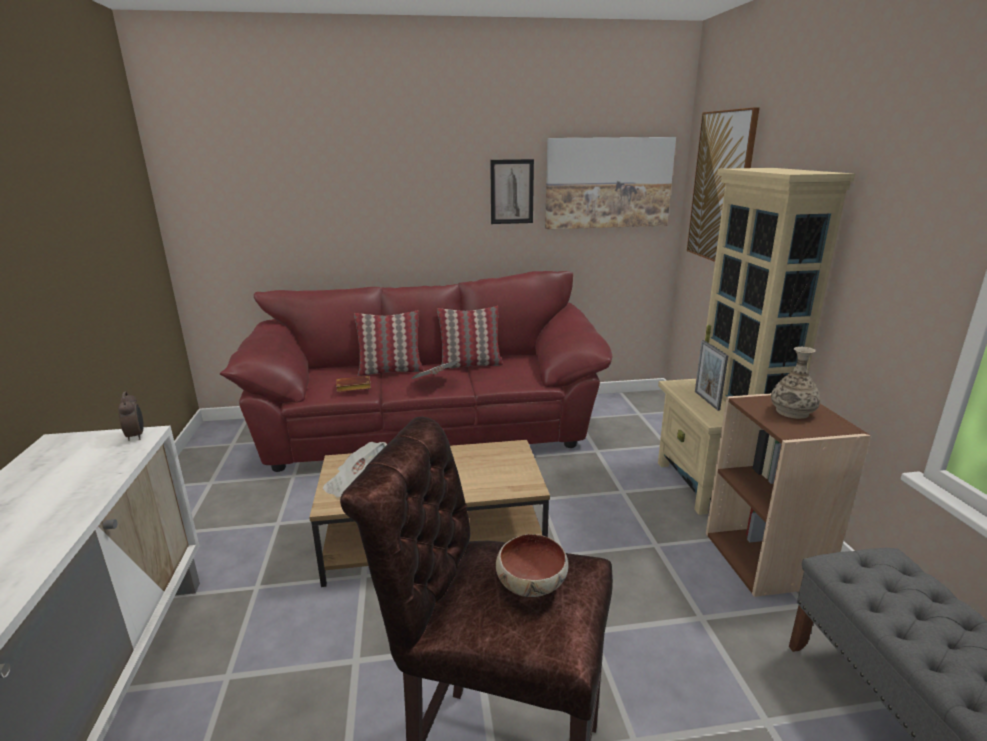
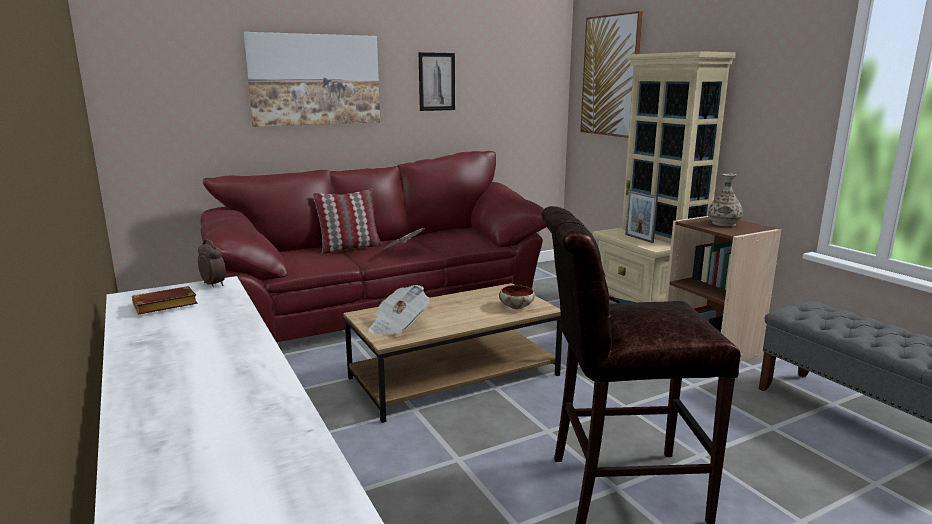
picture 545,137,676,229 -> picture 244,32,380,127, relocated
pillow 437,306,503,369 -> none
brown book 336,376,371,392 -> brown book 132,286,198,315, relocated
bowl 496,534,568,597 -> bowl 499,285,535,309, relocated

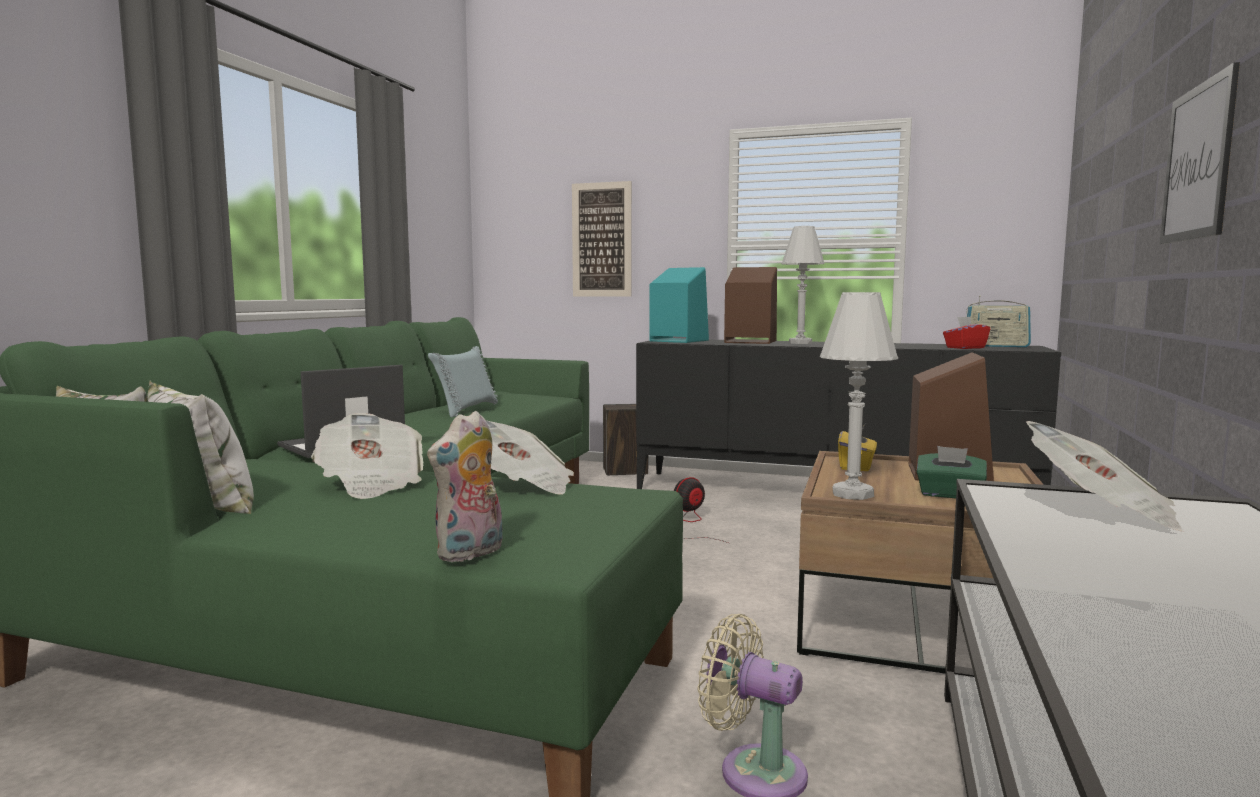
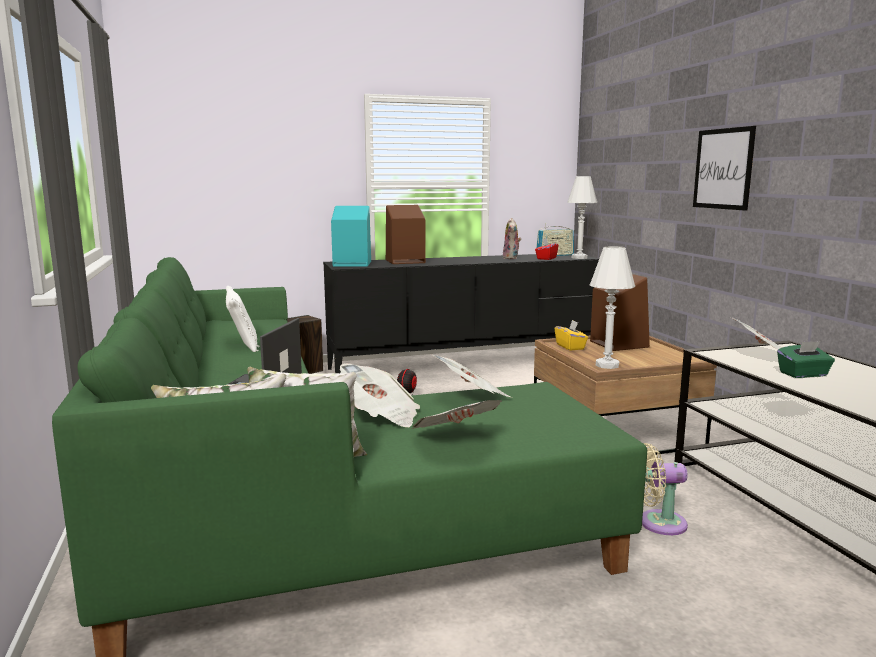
picture 572,181,632,297 -> none
white table lamp 781,226,825,344 -> white table lamp 567,176,597,259, relocated
blue pillow 428,346,498,417 -> white pillow 226,286,260,352
plush toy 427,411,503,562 -> plush toy 503,218,521,259, relocated
green tissue box 917,446,987,498 -> green tissue box 777,341,835,378, relocated
none -> newspaper 412,400,502,429

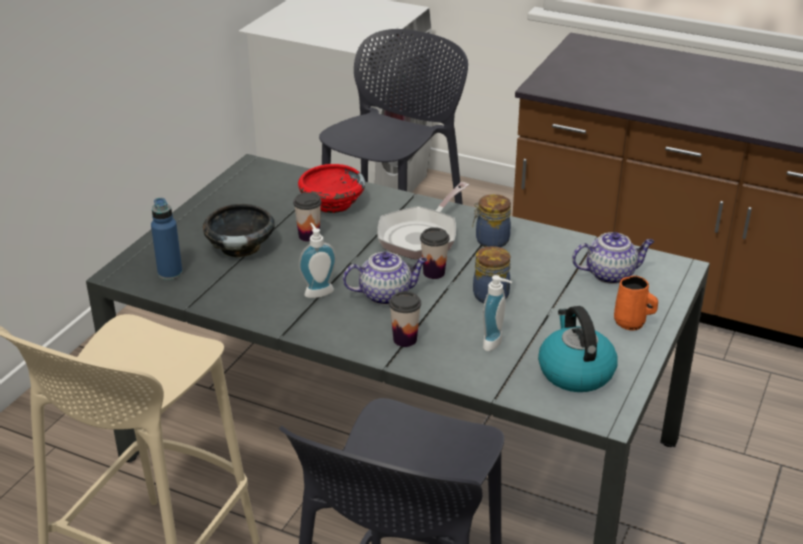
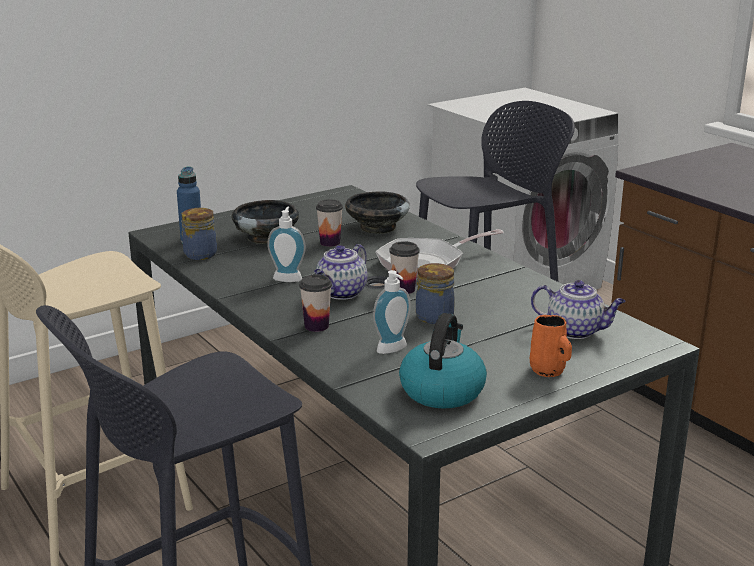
red bowl 298,164,365,213 -> black bowl 345,191,410,234
jar 472,194,511,248 -> jar 181,208,217,260, relocated
teapot 343,252,427,305 -> teapot 314,244,367,300, 105 degrees clockwise

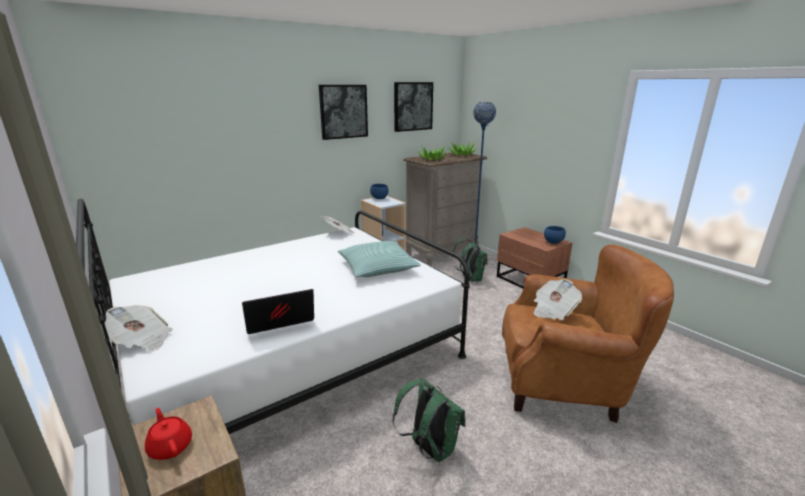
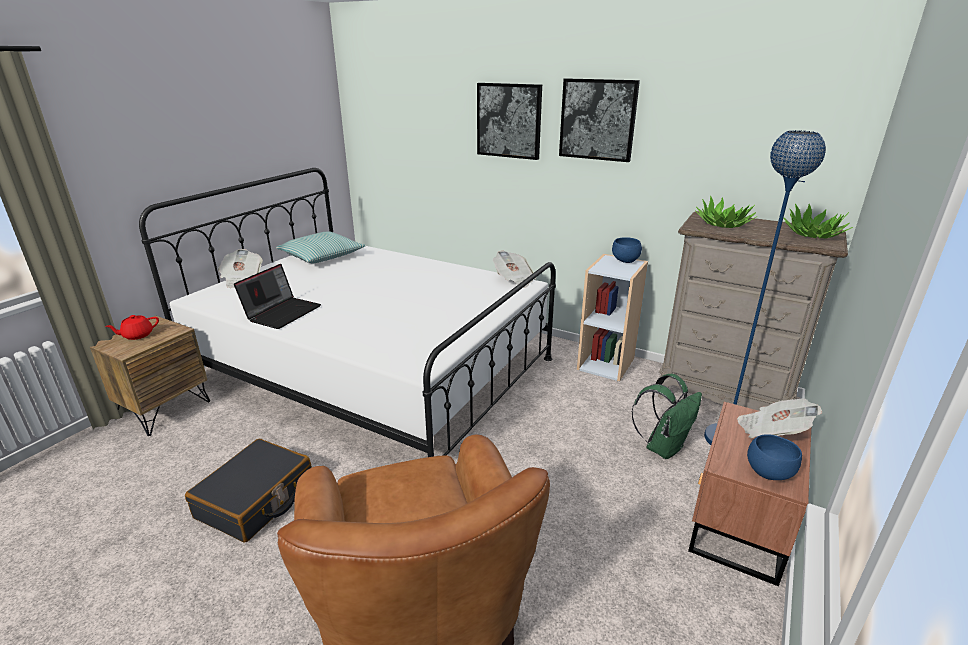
picture 394,82,433,132 -> picture 477,83,542,160, relocated
pillow 338,241,421,277 -> pillow 276,231,365,263, relocated
newspaper 534,279,582,320 -> newspaper 737,398,822,438, relocated
laptop 242,289,314,334 -> laptop 234,264,321,329, 75 degrees clockwise
green backpack 393,378,466,462 -> black suitcase 185,439,312,543
red teapot 145,408,192,460 -> red teapot 105,315,159,340, 150 degrees counterclockwise

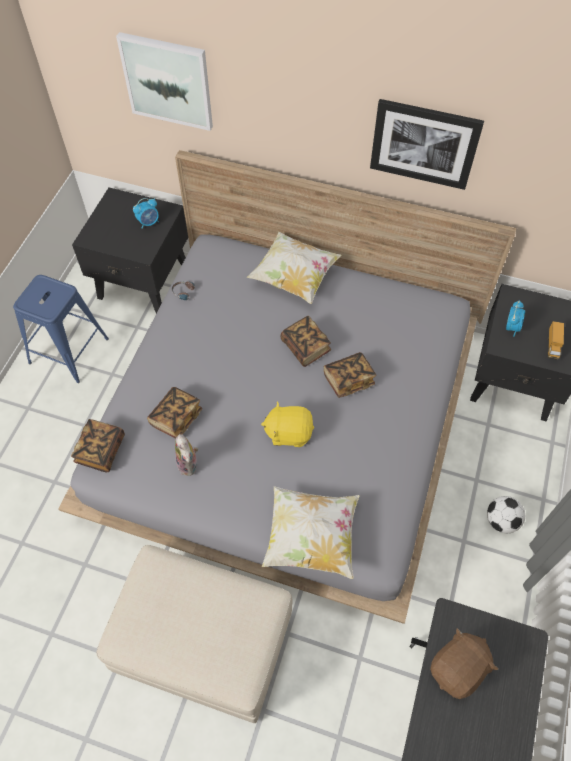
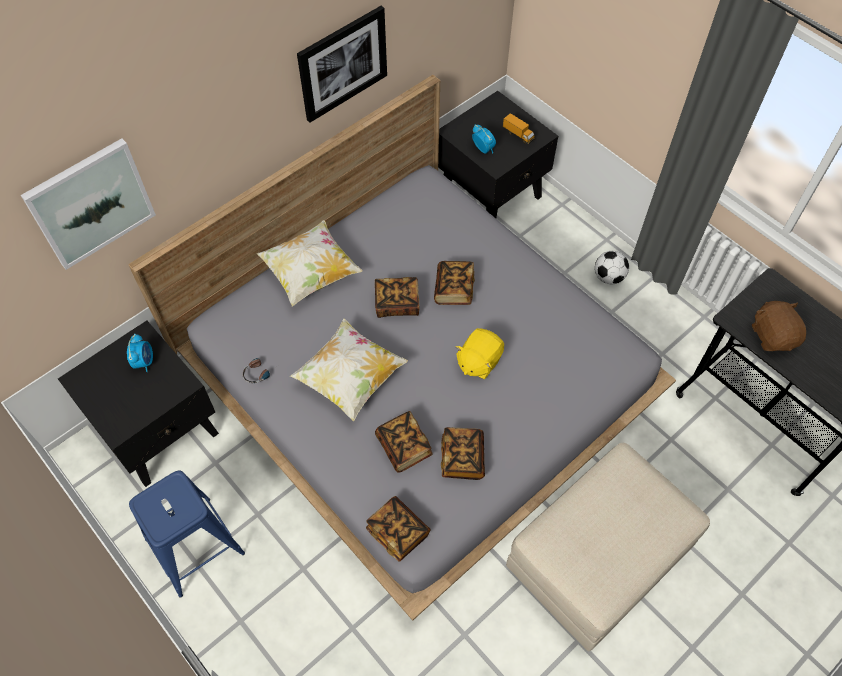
plush toy 175,434,198,476 -> book 441,427,485,480
pillow 262,486,359,579 -> pillow 290,319,408,422, relocated

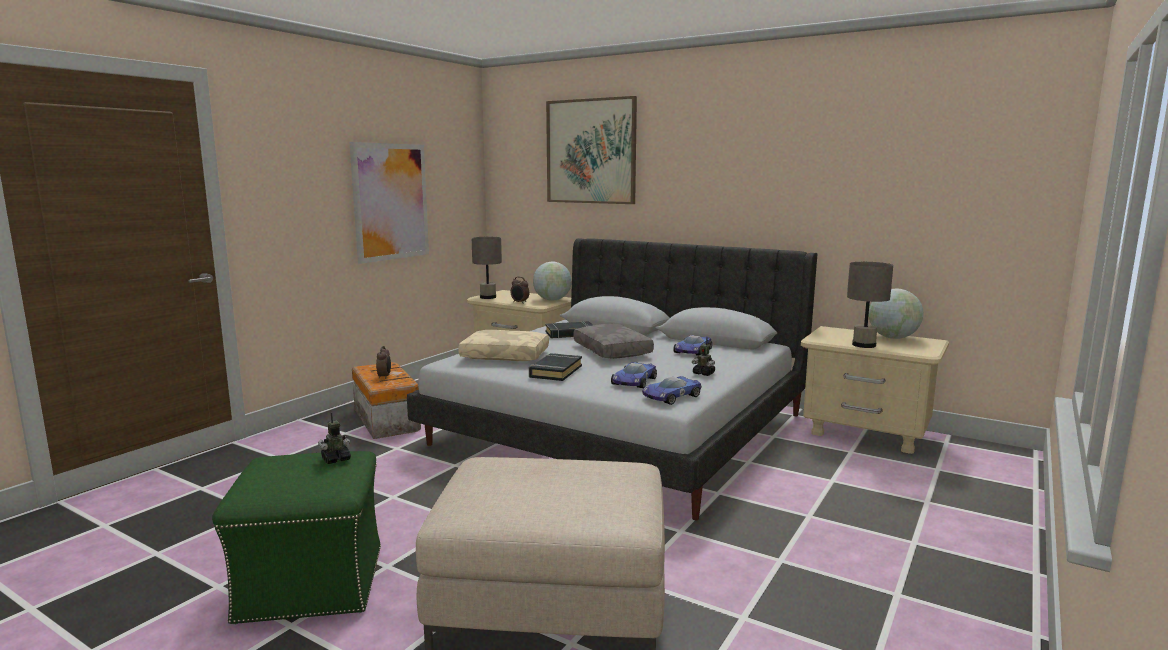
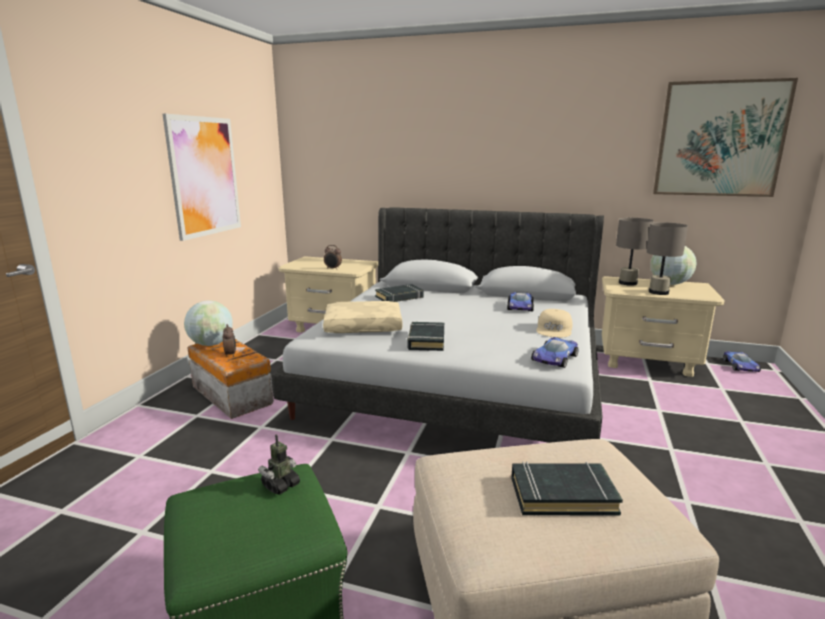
picture 546,96,637,204 -> picture 653,78,798,197, relocated
grey table lamp 472,237,502,299 -> grey table lamp 616,218,654,286, relocated
globe 533,262,572,301 -> globe 184,300,233,346, relocated
grey pillow 573,324,654,359 -> none
toy robot 692,337,715,376 -> beige cap 536,309,573,337
toy car 611,362,657,388 -> toy car 723,351,761,372, relocated
none -> black book 511,462,623,515

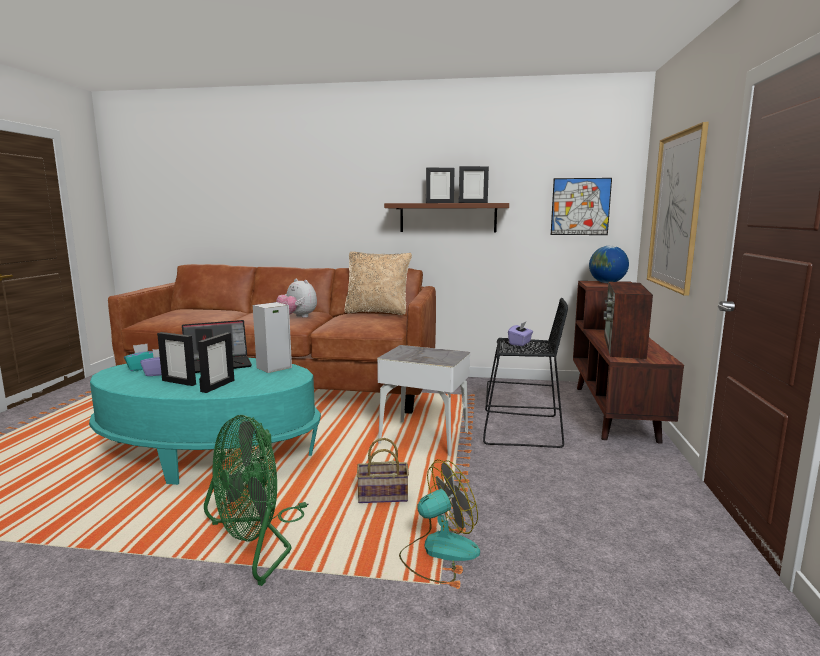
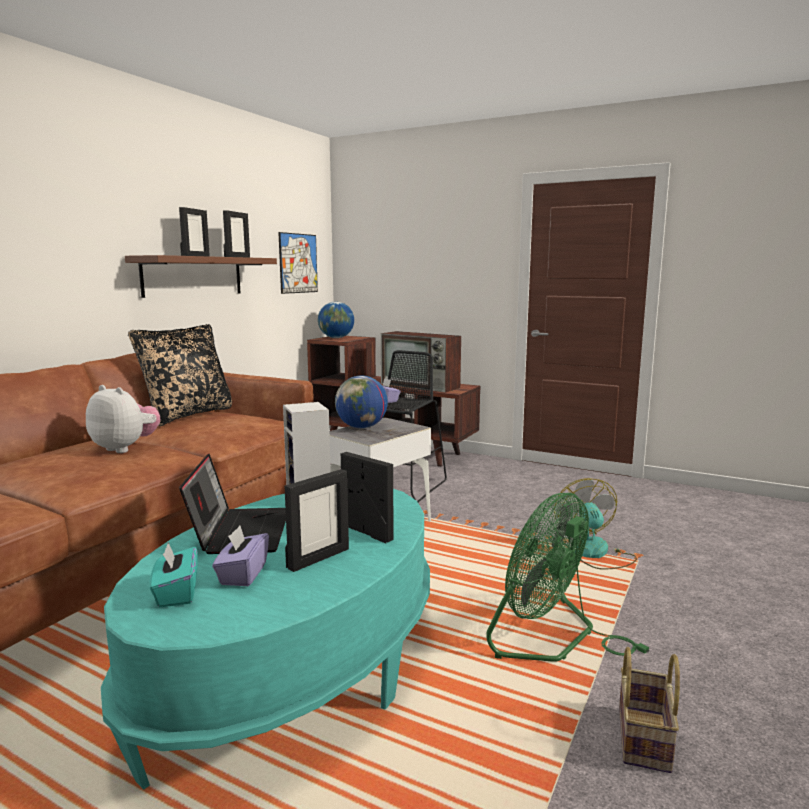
picture 647,122,709,296 -> none
beige pillow 345,251,412,315 -> black pillow 128,324,232,426
plush toy 276,279,317,318 -> plush toy 86,385,160,453, 120 degrees counterclockwise
green fan 204,415,308,586 -> green fan 486,493,650,662, 150 degrees clockwise
basket 357,438,409,503 -> basket 619,647,680,773, relocated
none -> globe 335,375,388,428

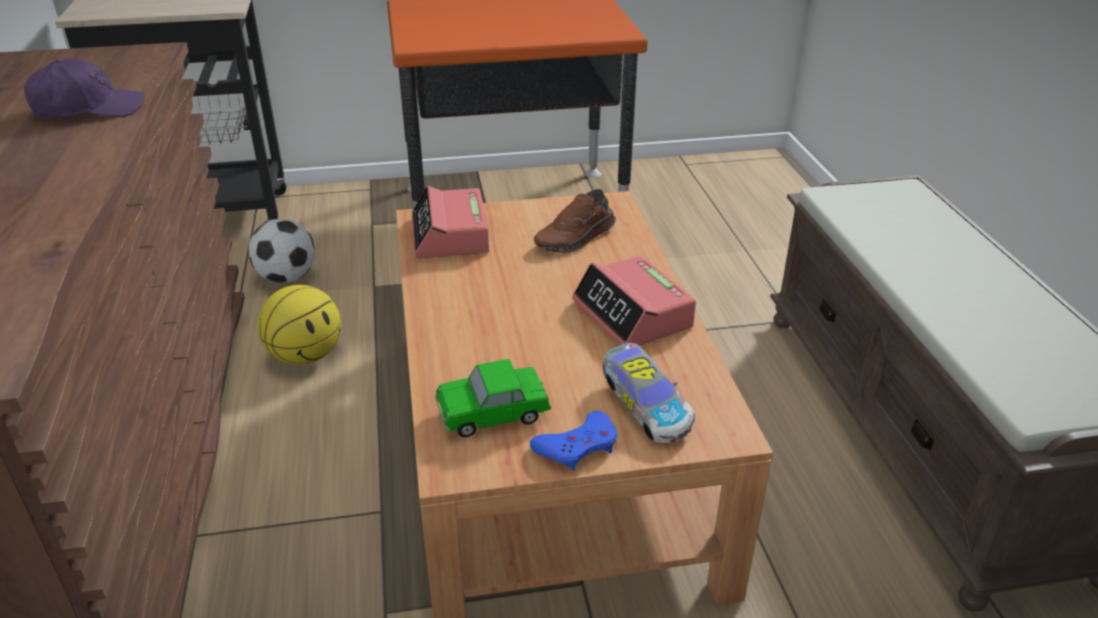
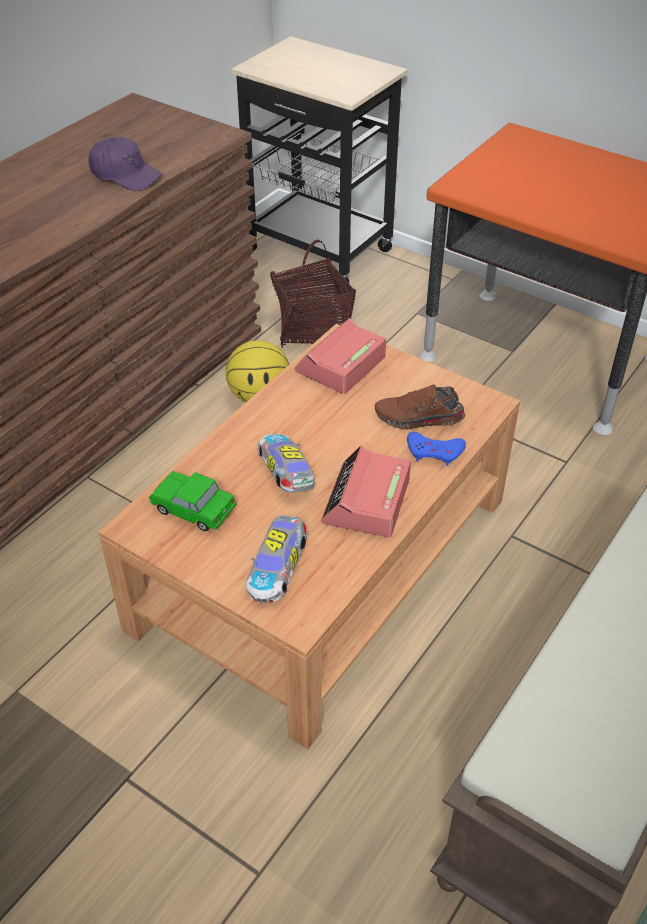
football 248,219,315,283 -> basket 270,240,356,348
blue game controller 530,411,617,470 -> blue game controller 407,432,466,466, relocated
none -> toy car 257,434,315,493

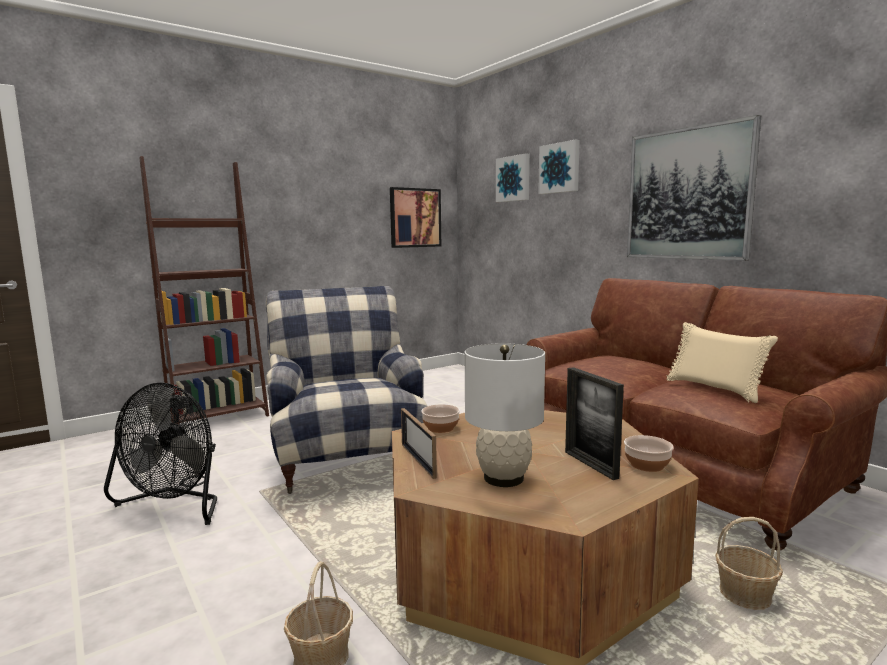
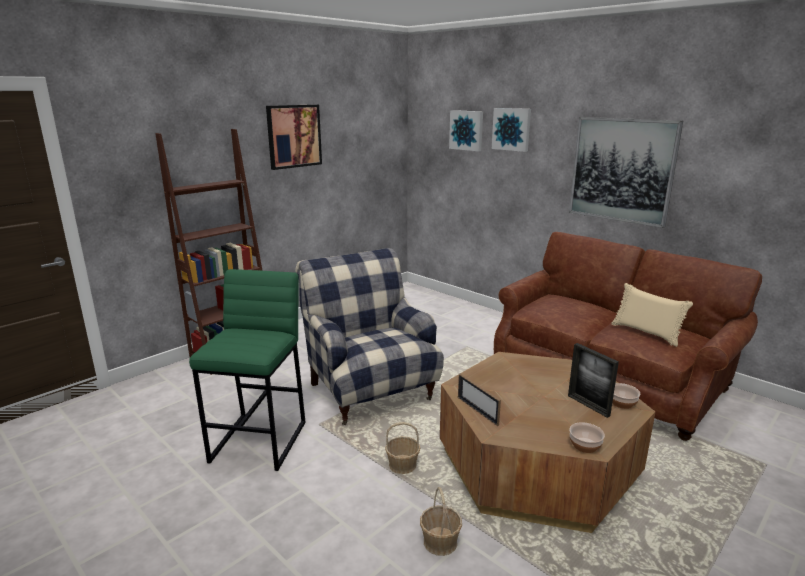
picture 390,187,441,248 -> picture 266,104,322,170, relocated
white table lamp 465,343,545,487 -> none
black fan 104,383,217,525 -> green stool 189,269,306,471
bowl 421,404,460,433 -> bowl 570,422,605,453, relocated
basket 715,517,783,610 -> basket 385,422,420,474, relocated

